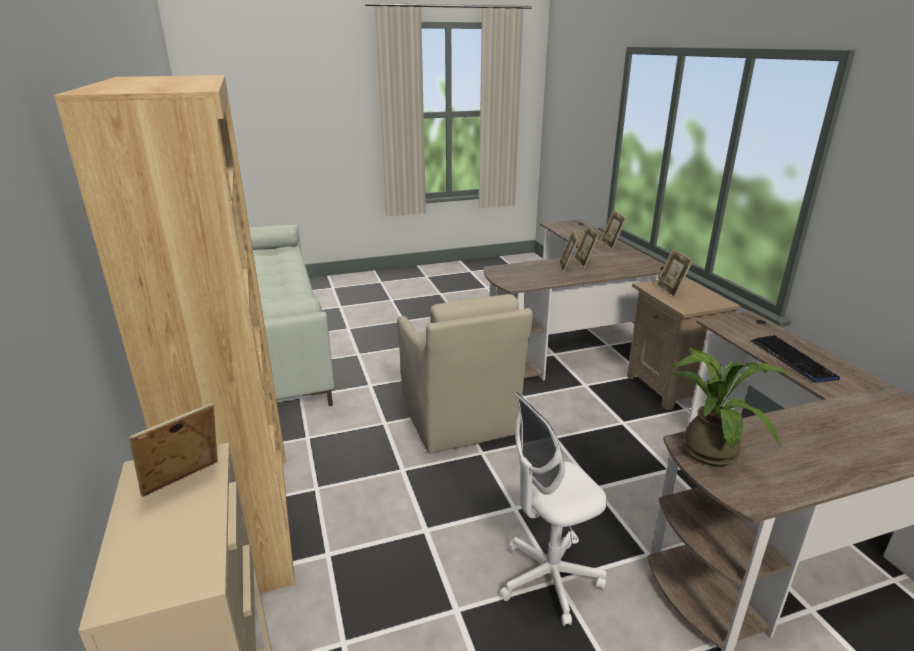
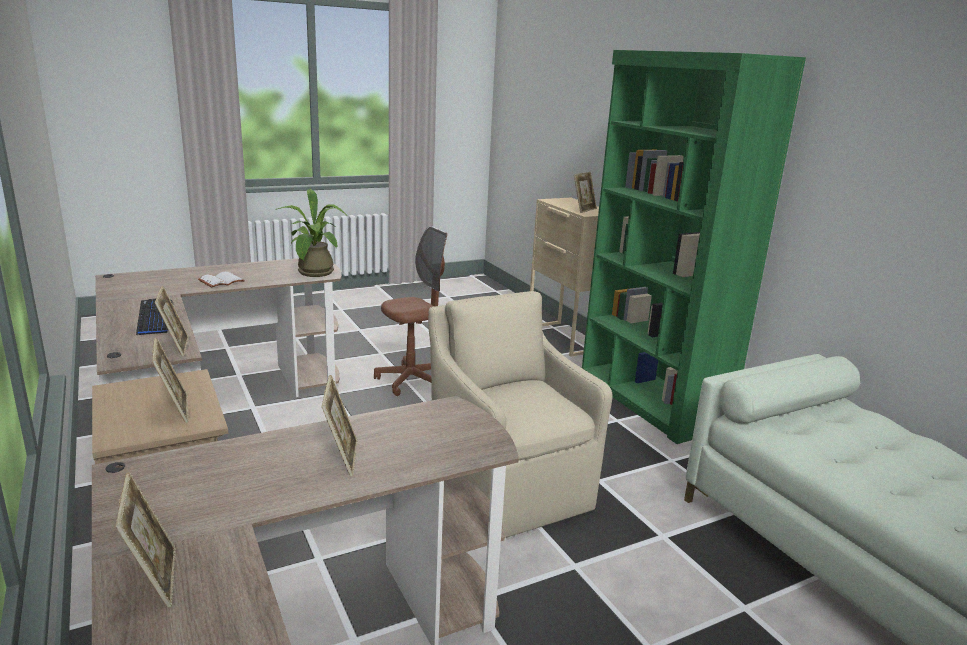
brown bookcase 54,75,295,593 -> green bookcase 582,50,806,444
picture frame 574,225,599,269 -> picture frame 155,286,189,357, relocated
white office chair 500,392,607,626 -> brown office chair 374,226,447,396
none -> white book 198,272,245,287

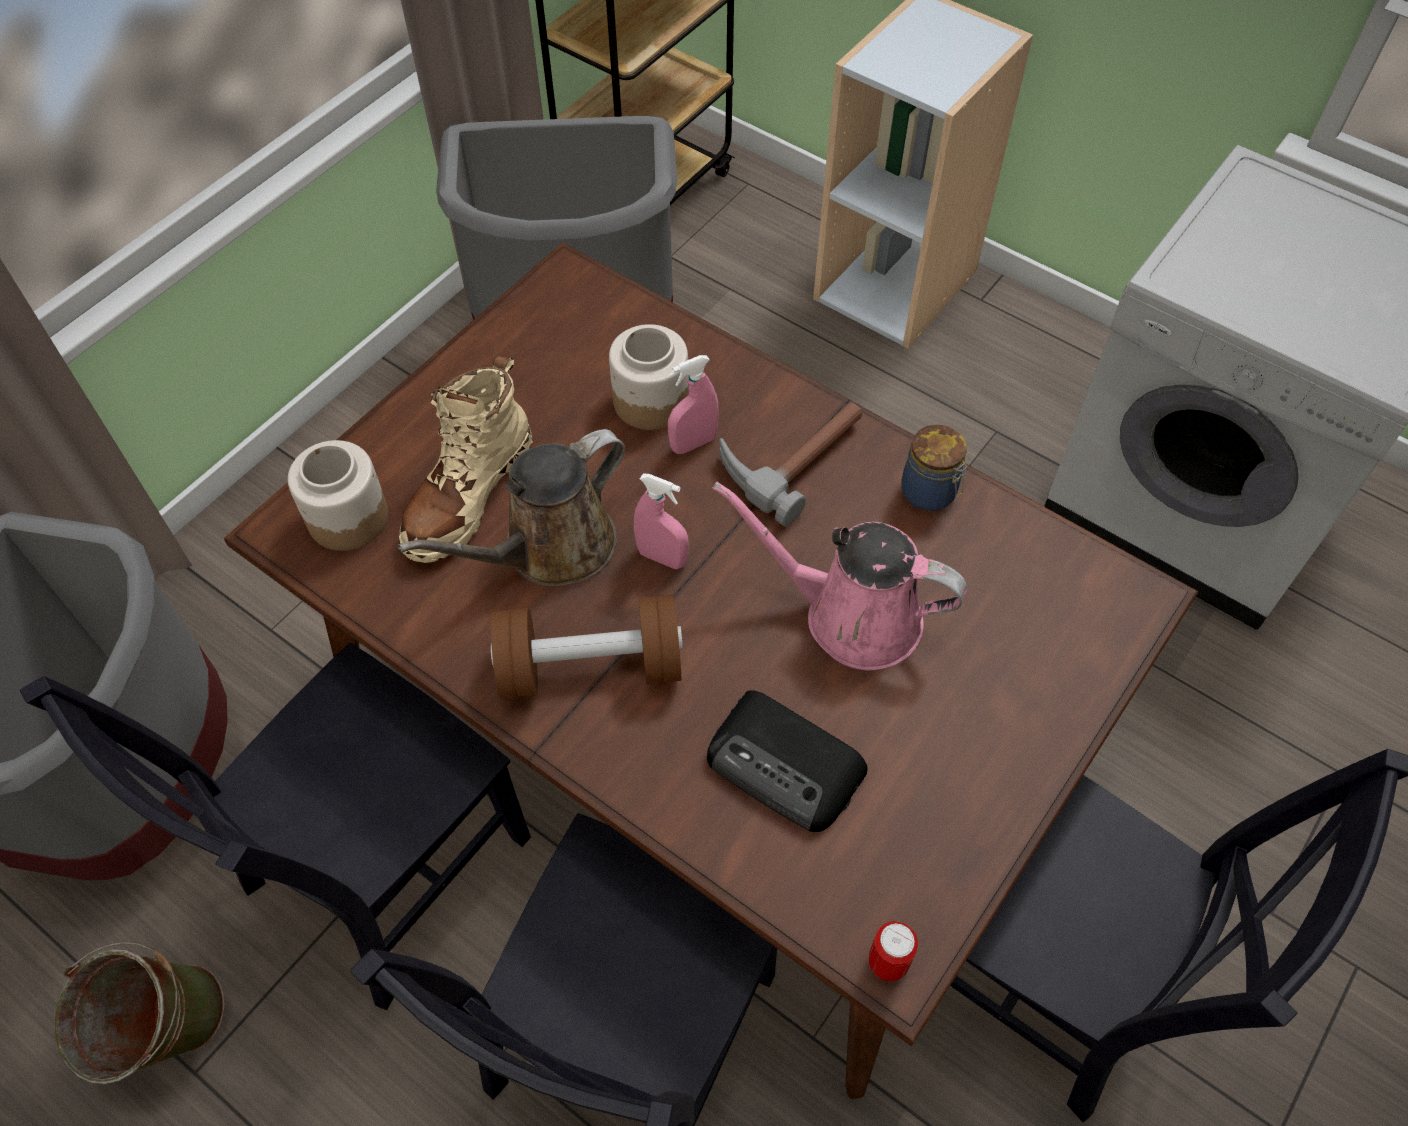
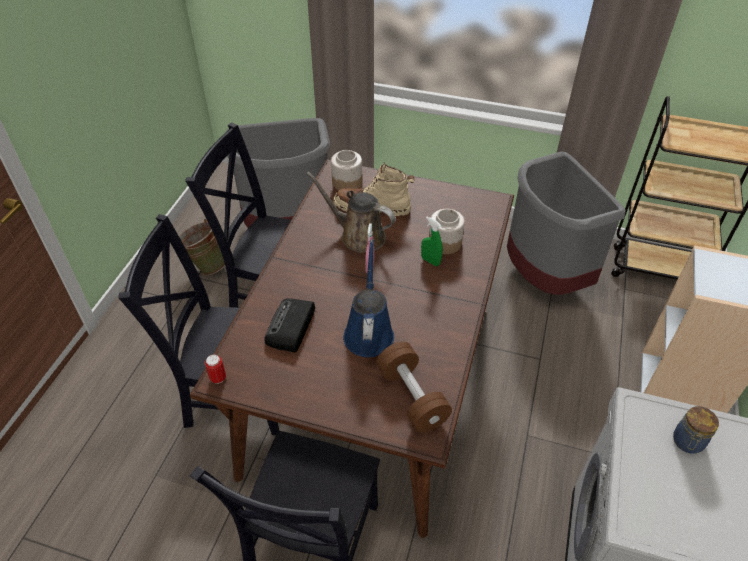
pink spray bottle 668,355,719,454 -> green spray bottle 421,217,443,266
hammer 719,403,862,527 -> none
jar 901,425,968,511 -> jar 673,406,719,454, relocated
pink watering can 712,481,967,670 -> blue watering can 343,240,394,357
brown dumbbell 491,595,683,698 -> brown dumbbell 377,342,452,432, relocated

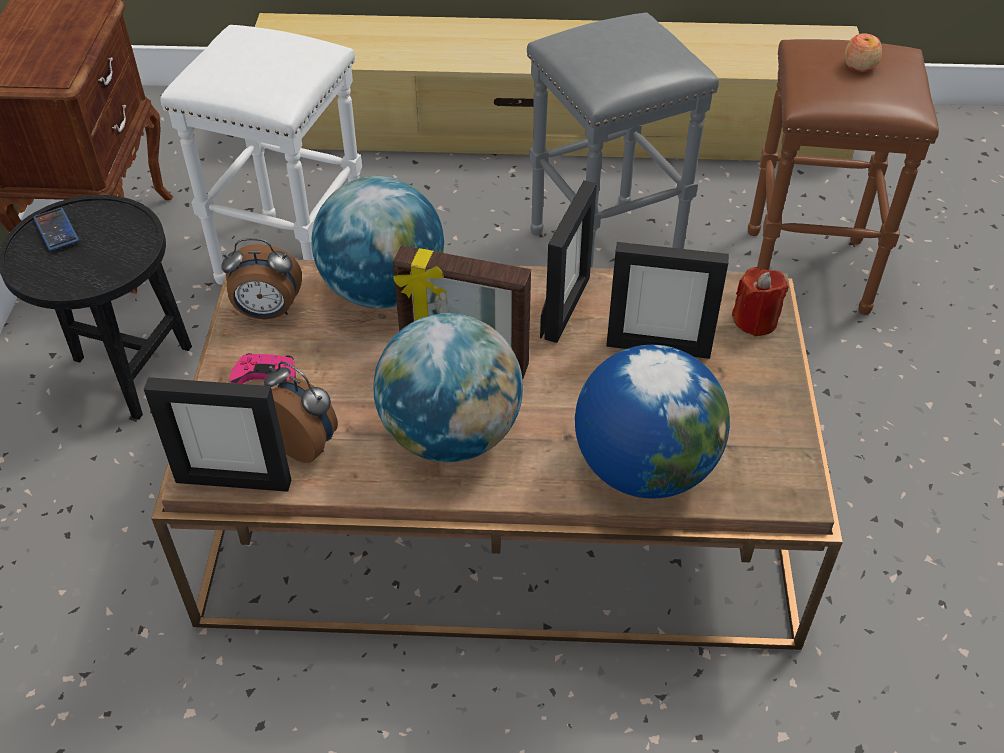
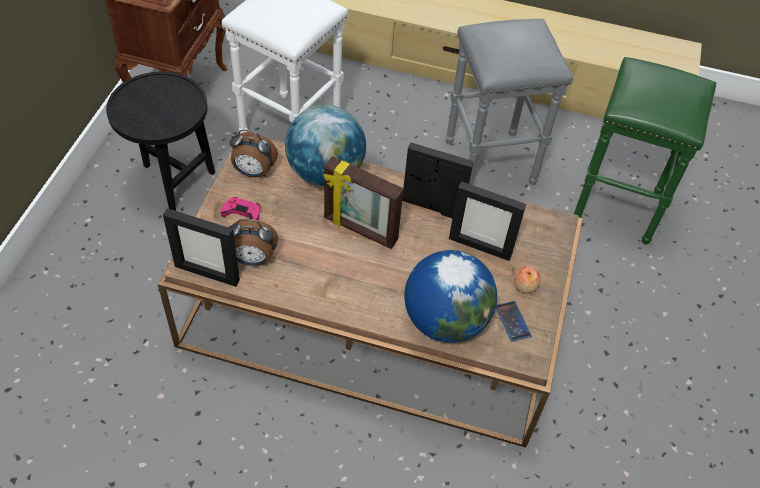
apple 844,34,882,72 -> apple 514,266,540,293, relocated
brown stool 748,39,939,315 -> green stool 573,57,716,245
picture frame 540,180,597,343 -> picture frame 402,143,474,219, 105 degrees counterclockwise
phone 33,208,79,251 -> phone 496,301,532,342, relocated
red candle 732,267,789,336 -> none
globe 374,313,523,462 -> none
alarm clock 264,362,338,463 -> alarm clock 228,219,278,266, 135 degrees clockwise

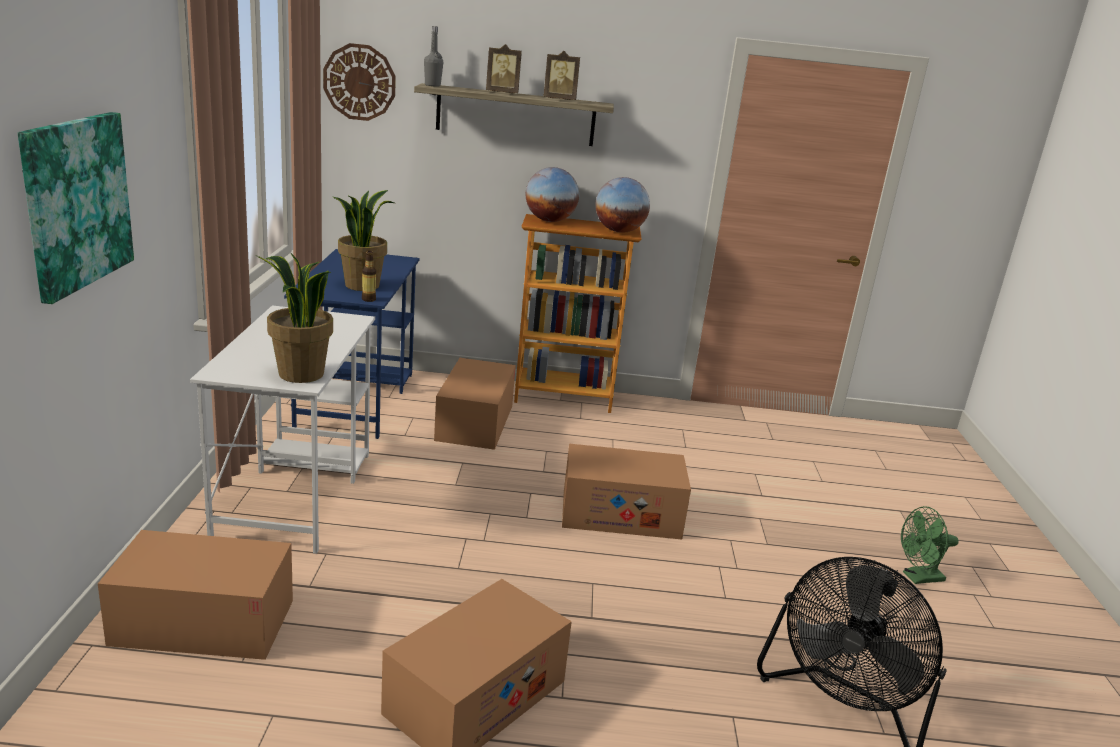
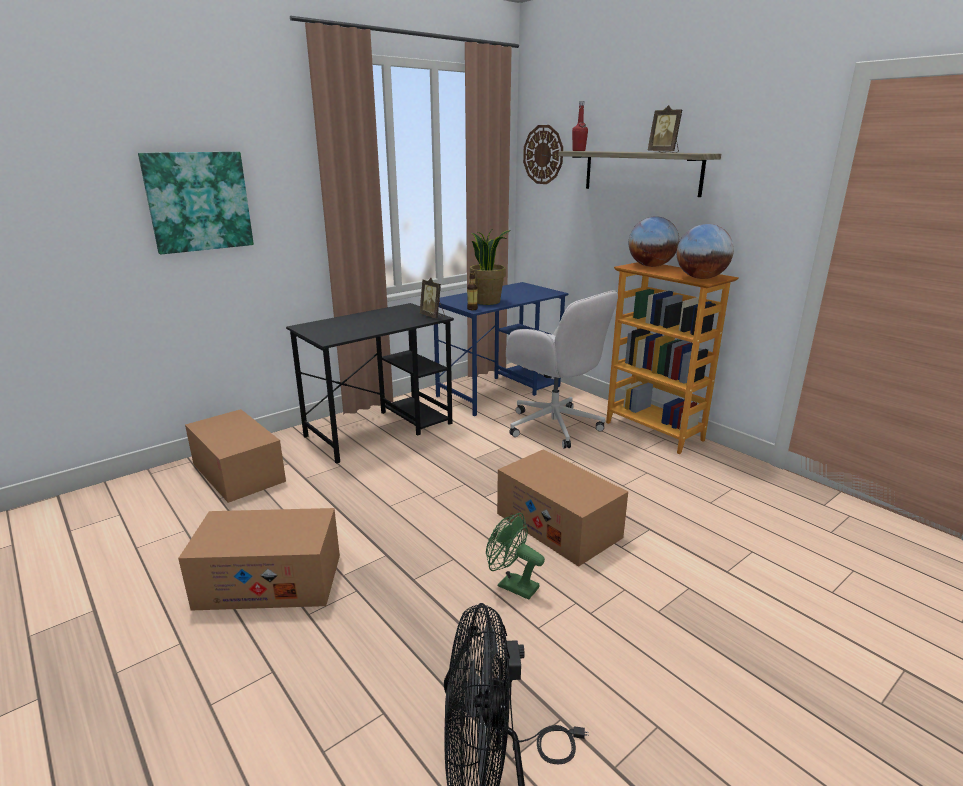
grey bottle 424,26,443,87 -> red bottle 572,101,588,151
picture frame 486,44,522,93 -> picture frame 420,278,445,318, relocated
potted plant 256,253,333,383 -> none
white desk 190,305,375,554 -> black desk 286,303,454,464
cardboard box 434,358,516,450 -> white office chair 506,291,618,449
green fan 901,506,959,584 -> green fan 486,513,545,600, relocated

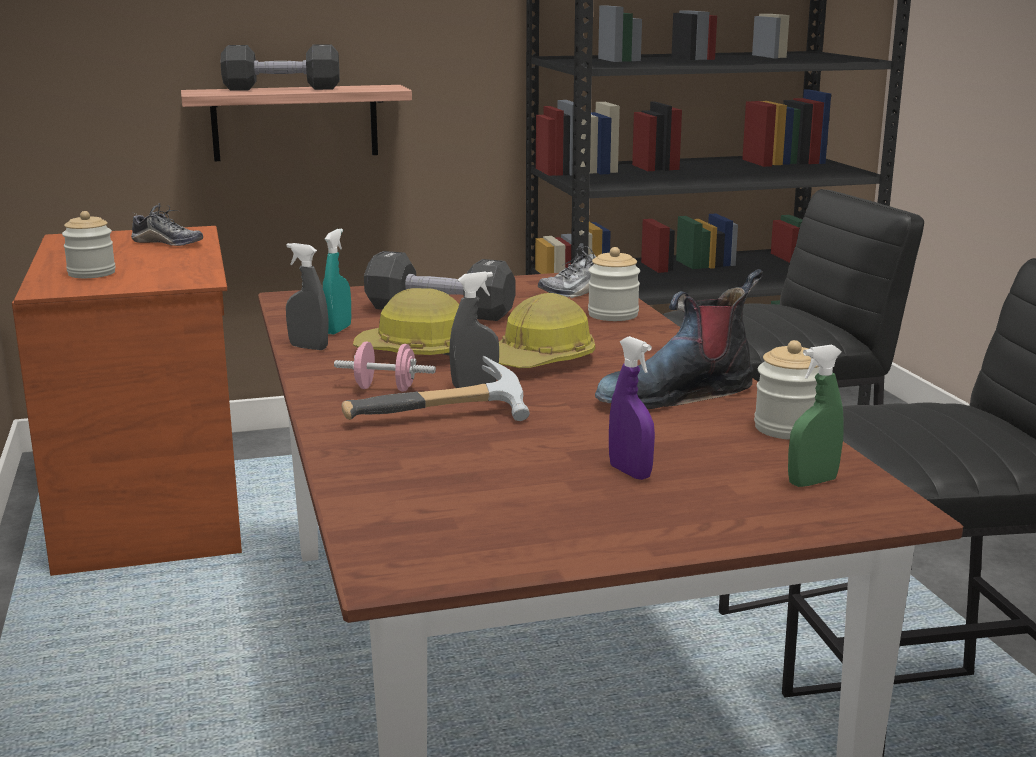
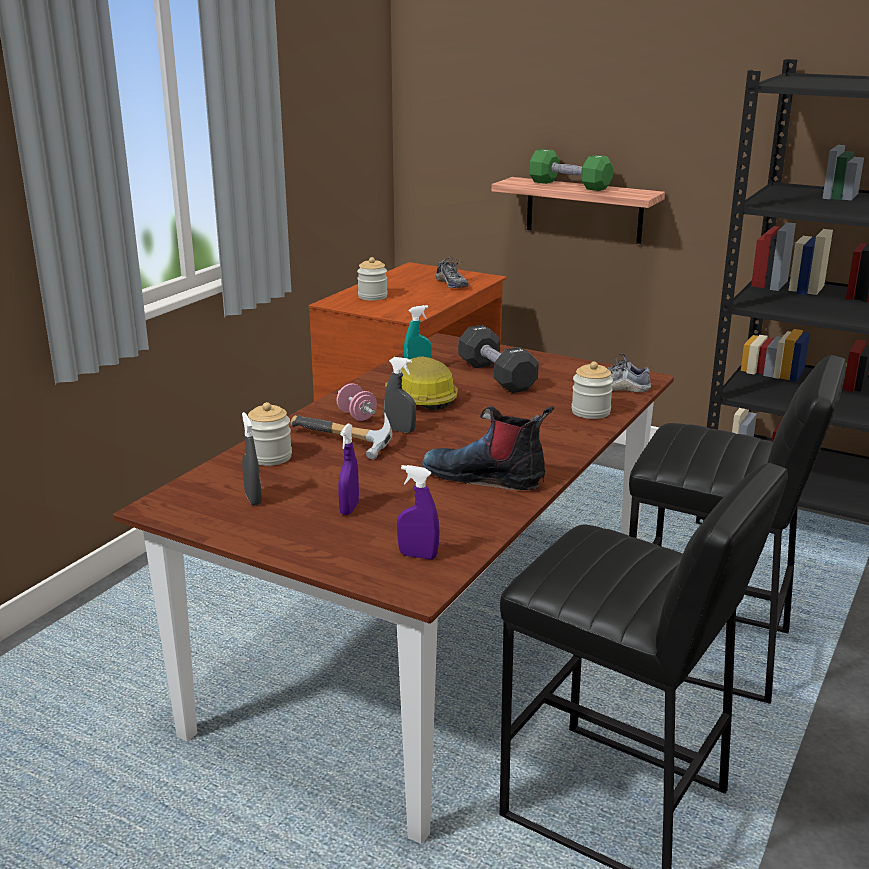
black dumbbell 221,44,340,91 -> green dumbbell 529,149,613,191
grey spray bottle 286,243,329,350 -> grey spray bottle 242,412,262,506, relocated
hard hat 499,293,595,368 -> none
jar 754,340,819,440 -> jar 248,402,292,466, relocated
green spray bottle 788,345,844,487 -> purple spray bottle 397,465,440,560

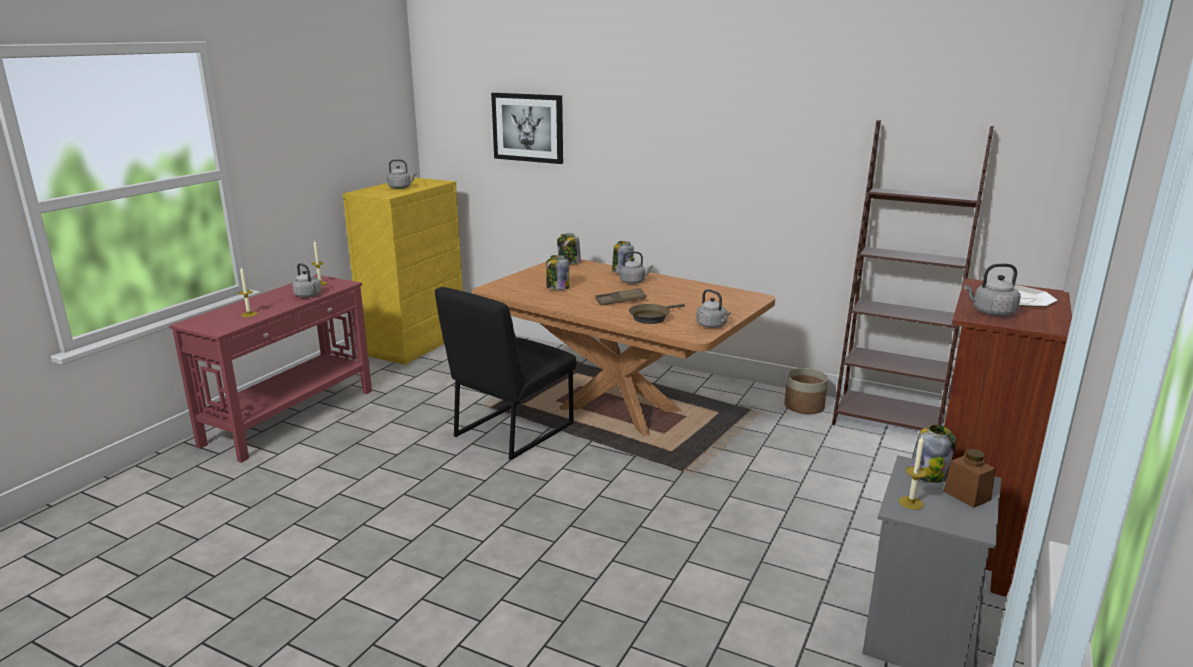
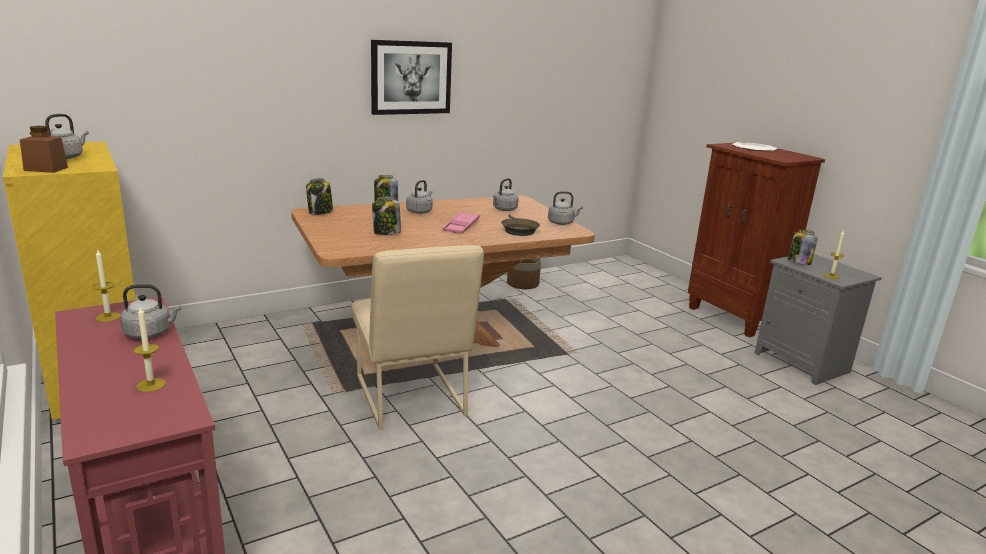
picture 491,93,563,164 -> picture 371,40,452,115, relocated
brown bookcase 832,120,994,431 -> none
grey kettle 964,264,1021,316 -> grey kettle 493,178,519,211, relocated
black chair 435,287,576,460 -> beige chair 351,245,484,430
brown tray 595,288,646,305 -> pink tray 443,211,480,234
brown jar 943,449,996,508 -> brown jar 20,126,68,173, relocated

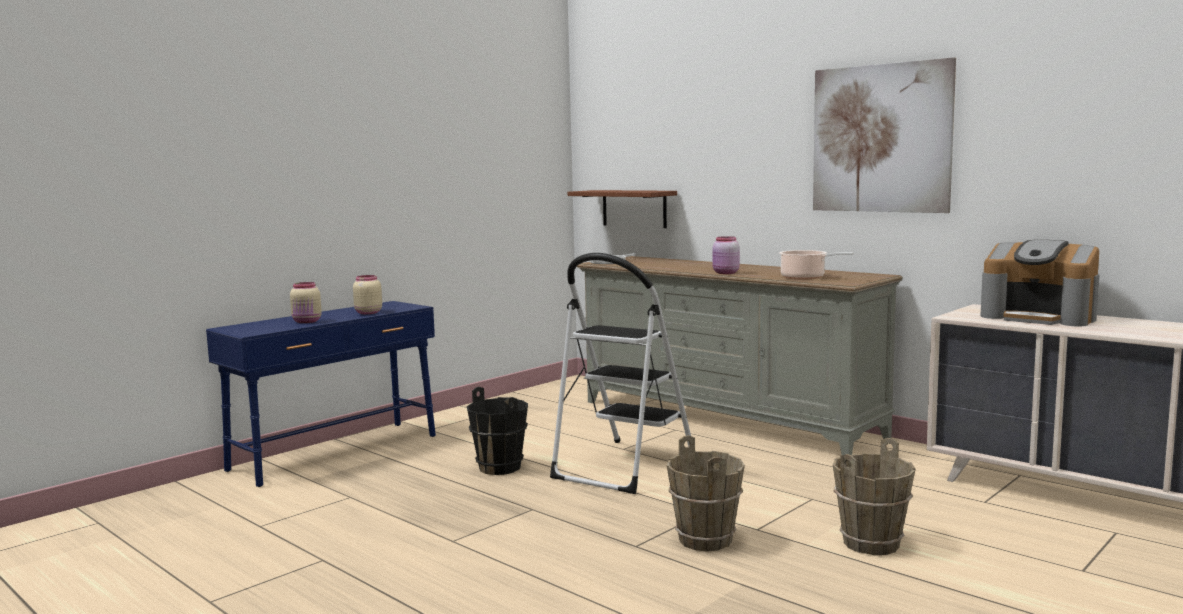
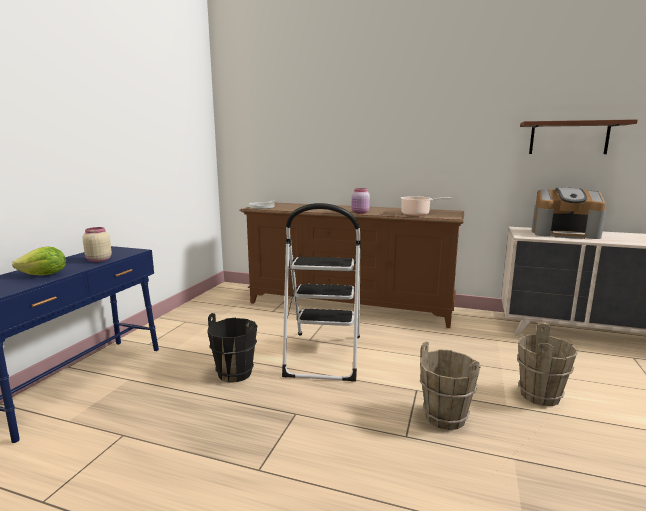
picture 813,57,956,213 -> none
brown shelf 568,190,677,228 -> brown shelf 520,119,638,154, relocated
grey cabinet 577,256,903,455 -> brown cabinet 239,202,464,328
beige jar 290,282,322,323 -> lettuce 12,247,66,275

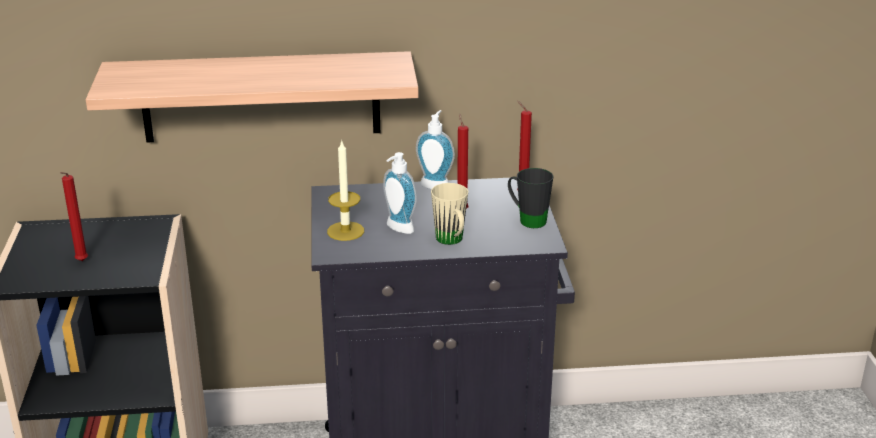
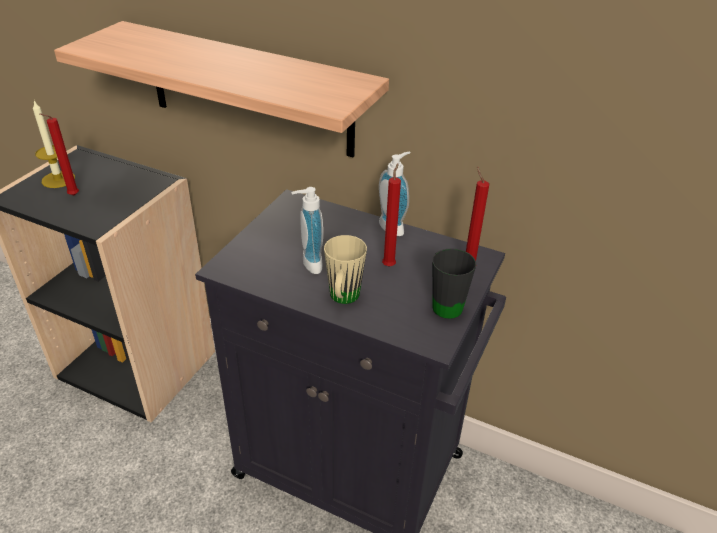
candle 327,141,364,241 -> candle 33,101,75,188, relocated

